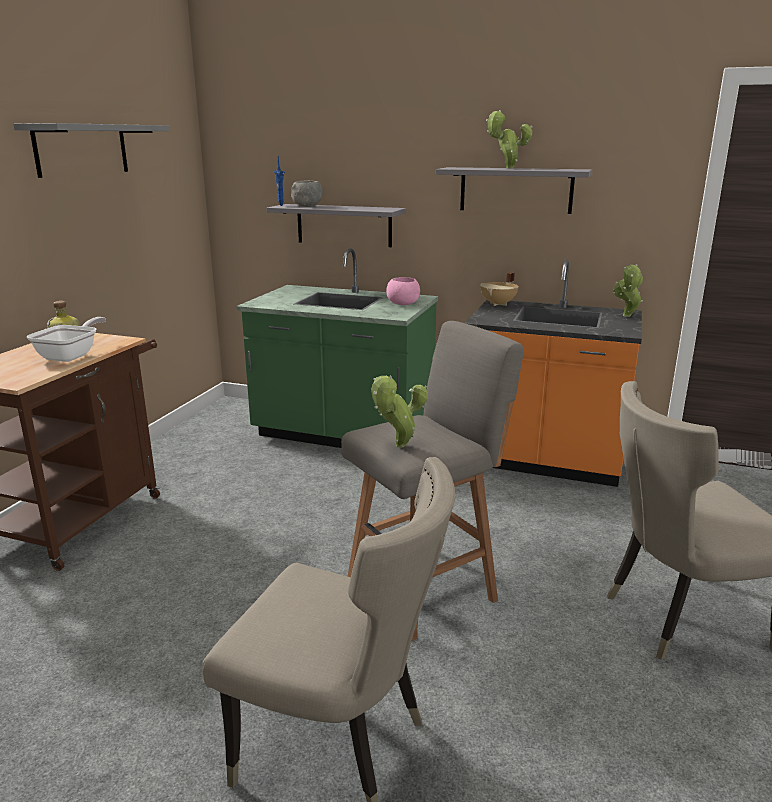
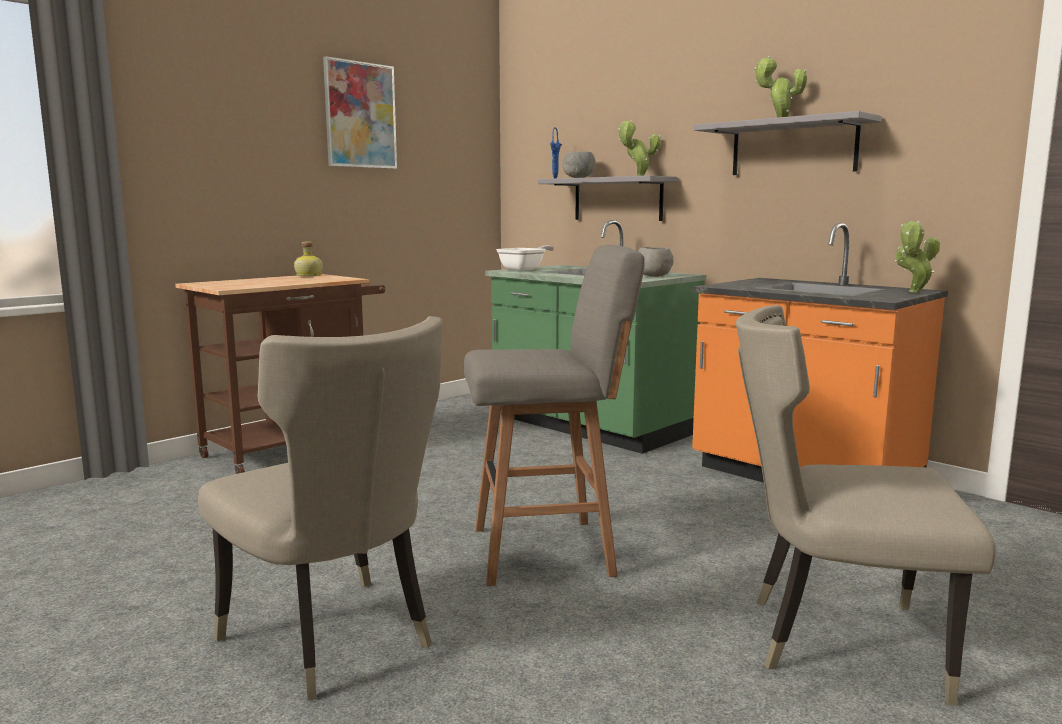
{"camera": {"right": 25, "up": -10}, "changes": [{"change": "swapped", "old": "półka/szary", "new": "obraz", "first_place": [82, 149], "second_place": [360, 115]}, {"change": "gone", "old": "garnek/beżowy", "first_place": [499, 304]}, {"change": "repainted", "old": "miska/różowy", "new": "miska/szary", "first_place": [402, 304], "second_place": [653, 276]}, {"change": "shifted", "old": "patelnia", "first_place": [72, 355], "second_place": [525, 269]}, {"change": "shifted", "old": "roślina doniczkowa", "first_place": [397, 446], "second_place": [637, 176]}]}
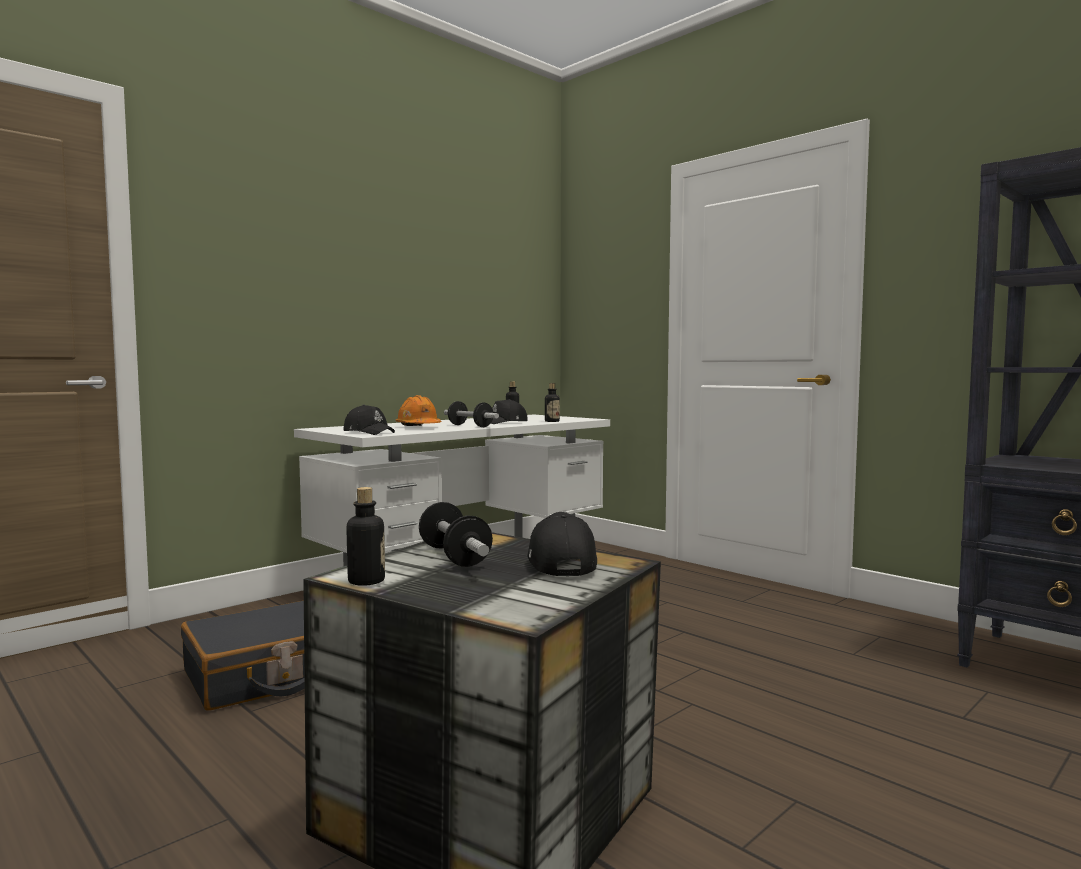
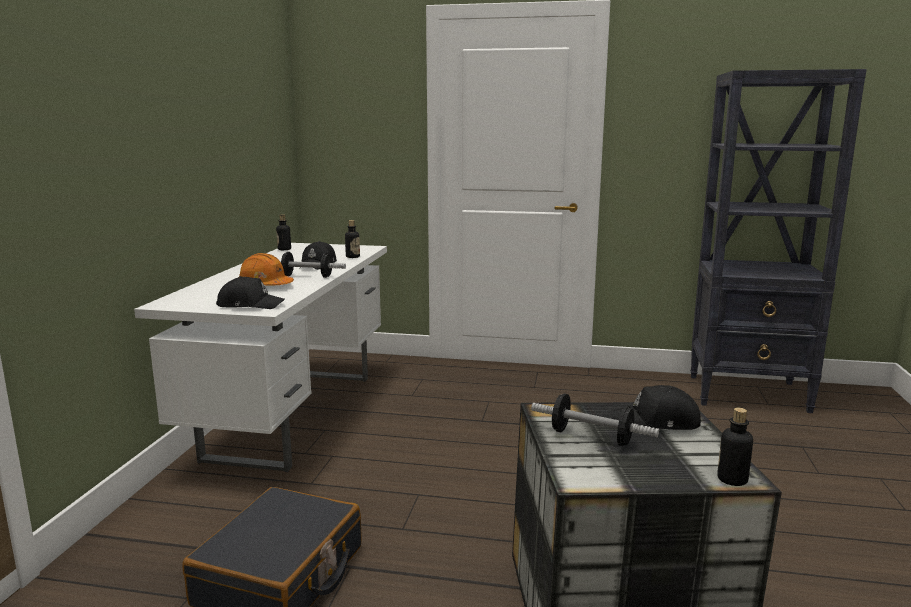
{"camera": {"right": -35, "up": 10}, "changes": [{"change": "shifted", "old": "butelka", "first_place": [366, 581], "second_place": [732, 479]}, {"change": "rotated", "old": "czapka z daszkiem/czarny", "first_place": [561, 562], "second_place": [657, 422], "degrees": -45}]}
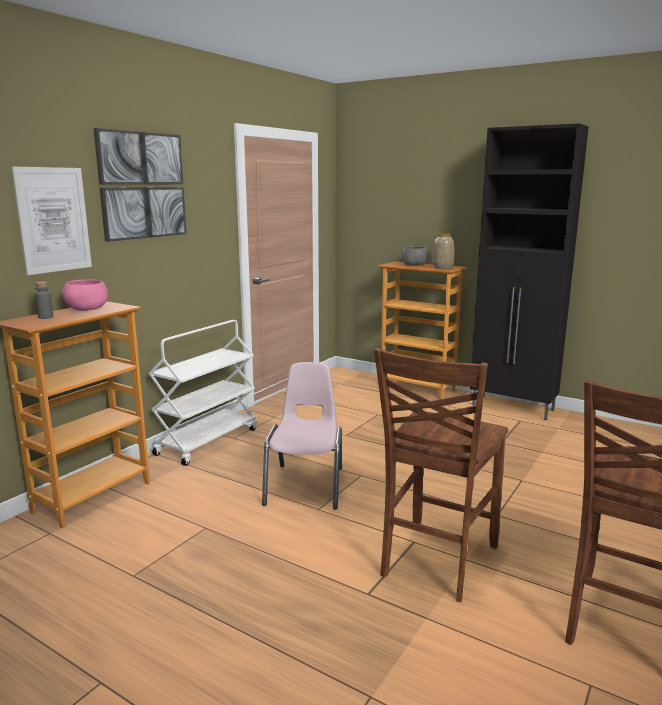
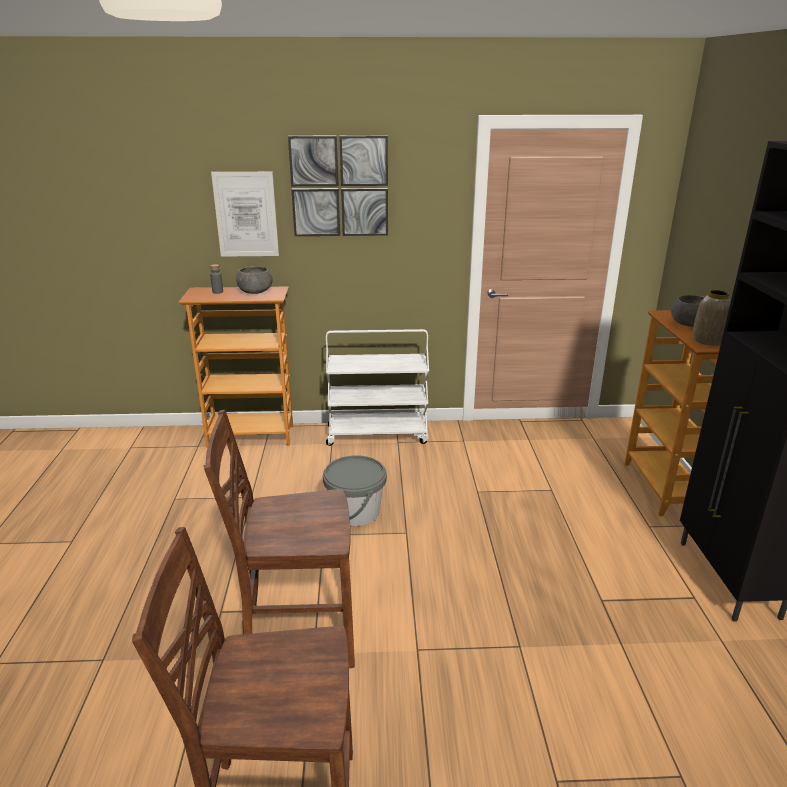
{"camera": {"right": 55, "up": 10}, "changes": [{"change": "repainted", "old": "miska/różowy", "new": "miska/szary", "first_place": [87, 309], "second_place": [255, 291]}, {"change": "swapped", "old": "krzesło/różowy", "new": "wiadro/szary", "first_place": [306, 486], "second_place": [355, 512]}]}
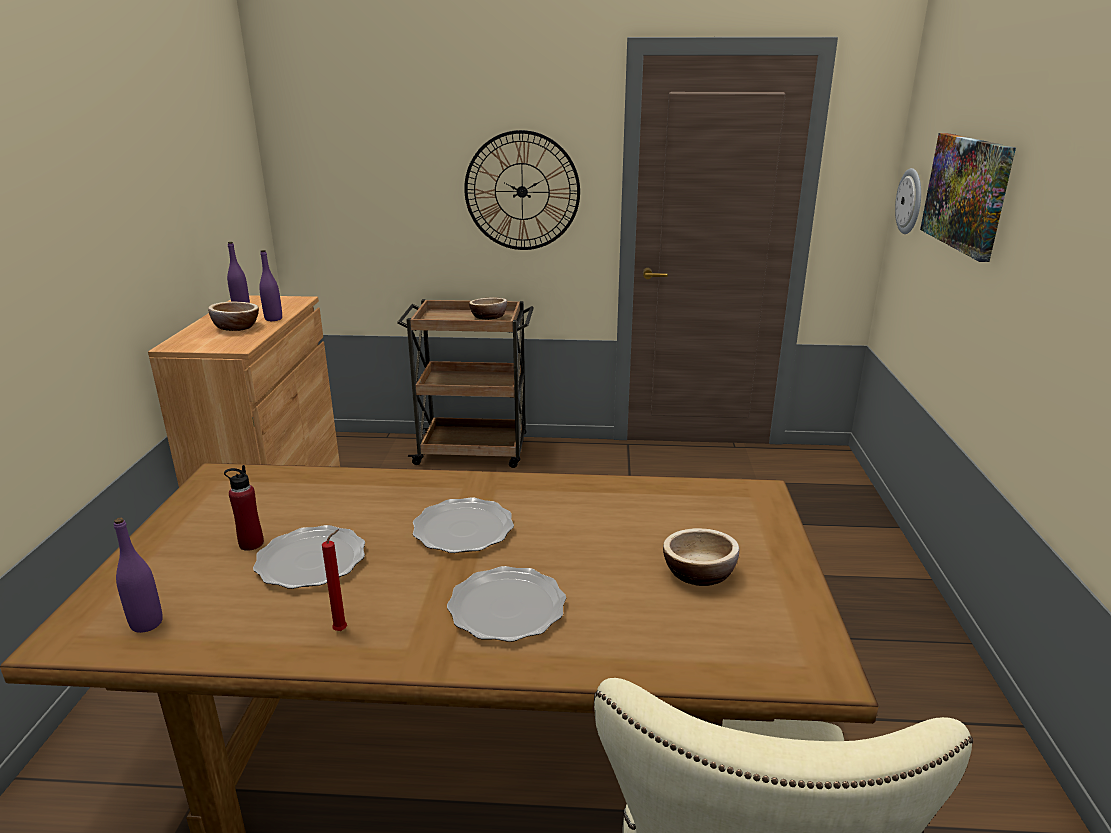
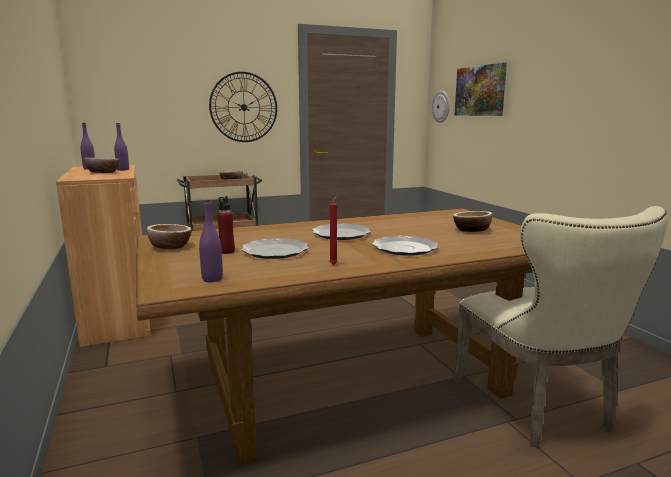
{"camera": {"right": -25, "up": -10}, "changes": [{"change": "new", "new": "miska", "second_place": [170, 246]}]}
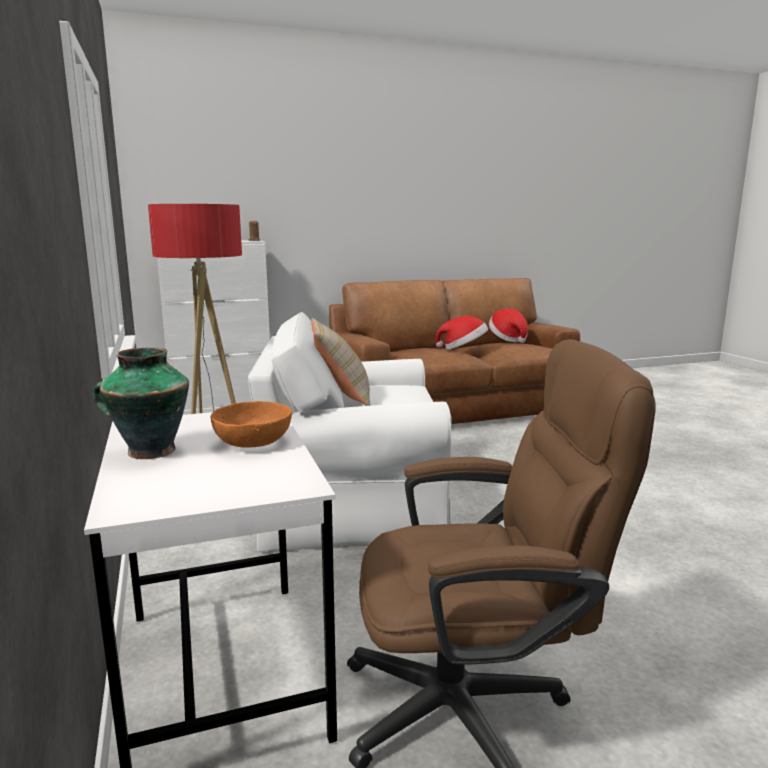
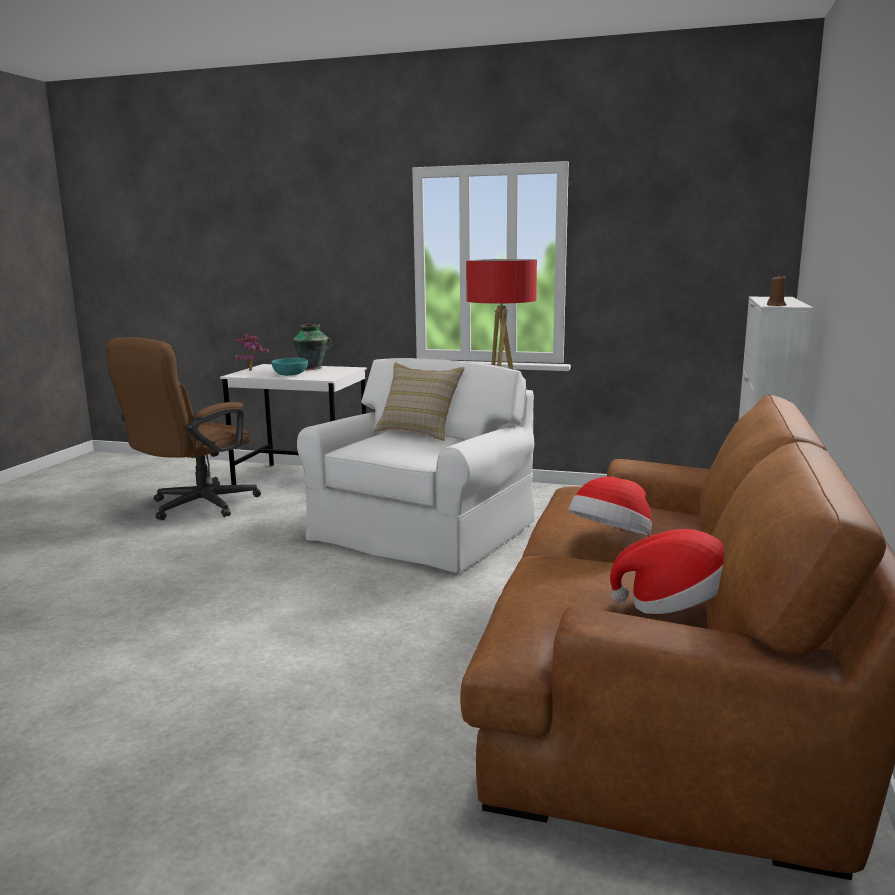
{"camera": {"right": 125, "up": 0}, "changes": [{"change": "repainted", "old": "miska/pomarańczowy", "new": "miska/turkusowy", "first_place": [254, 442], "second_place": [290, 375]}, {"change": "new", "new": "roślina doniczkowa", "second_place": [251, 370]}]}
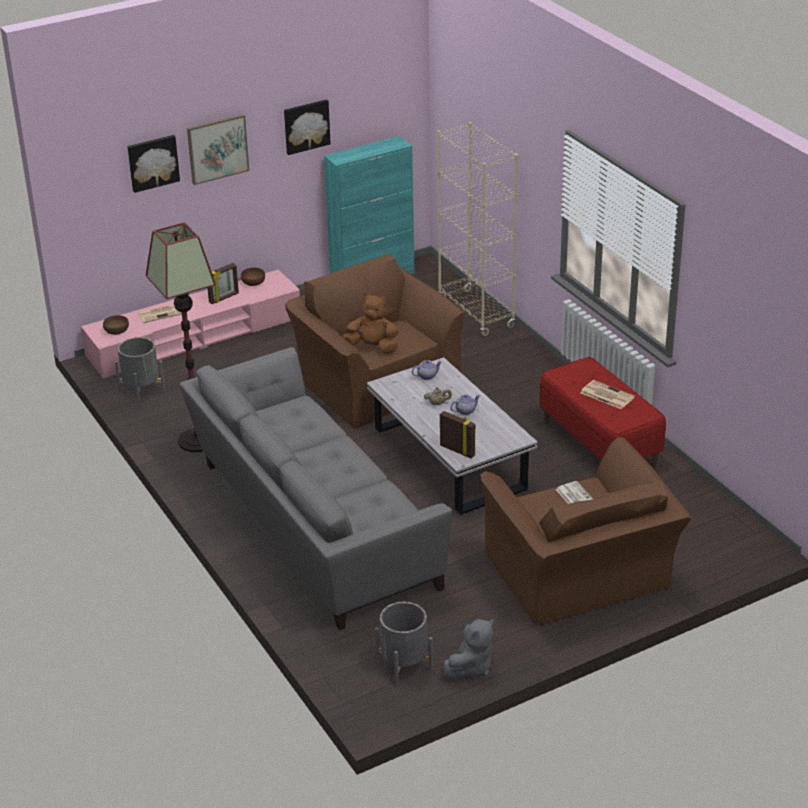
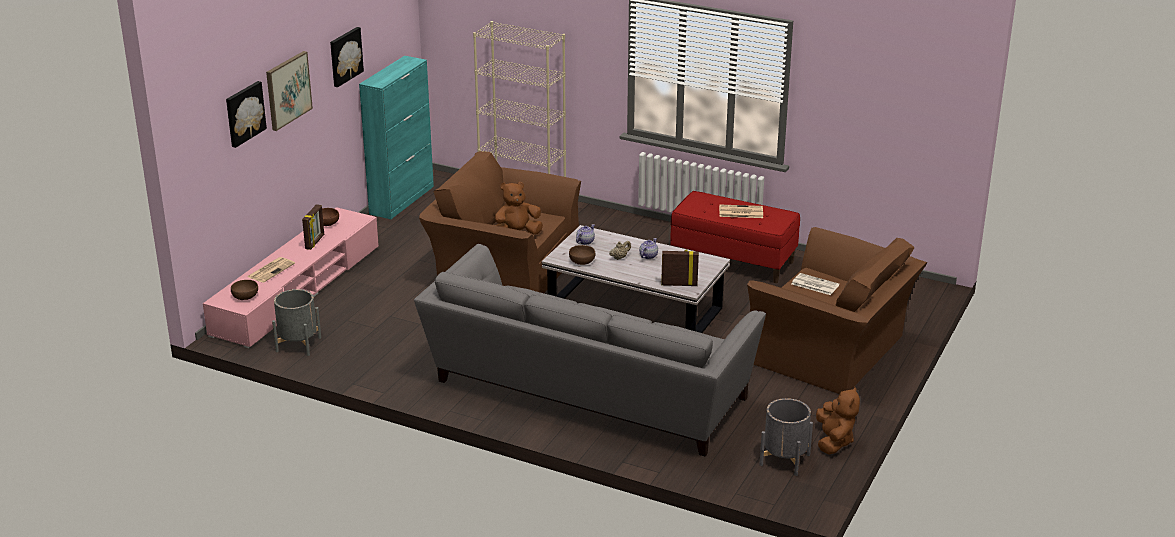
{"camera": {"right": -35, "up": -5}, "changes": [{"change": "gone", "old": "lampa stojąca", "first_place": [197, 440]}, {"change": "repainted", "old": "pluszak/szary", "new": "pluszak/brązowy", "first_place": [470, 667], "second_place": [834, 441]}, {"change": "new", "new": "miska/brązowy", "second_place": [582, 262]}]}
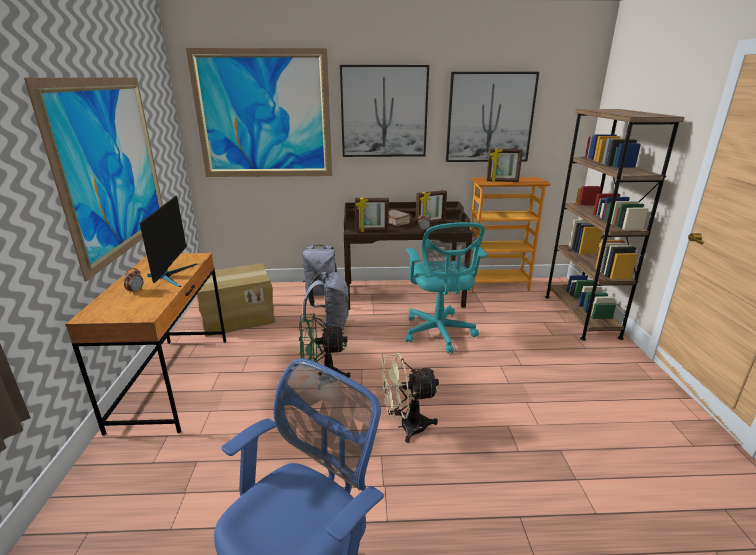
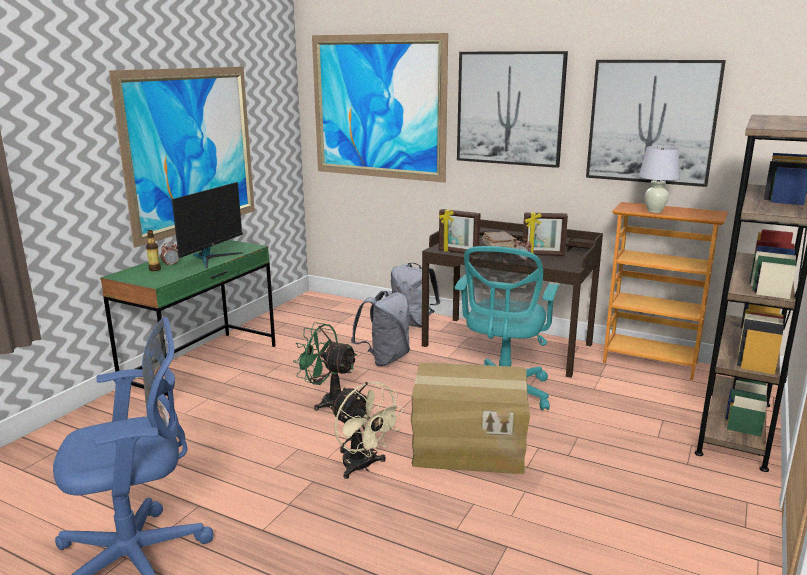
{"camera": {"right": 30, "up": -5}, "changes": [{"change": "swapped", "old": "ramka na zdjęcie", "new": "lampa stołowa/biały", "first_place": [502, 181], "second_place": [654, 211]}, {"change": "repainted", "old": "biurko/brązowy", "new": "biurko/zielony", "first_place": [174, 381], "second_place": [202, 367]}, {"change": "shifted", "old": "karton", "first_place": [238, 318], "second_place": [469, 447]}, {"change": "rotated", "old": "wentylator/beżowy", "first_place": [406, 426], "second_place": [362, 467], "degrees": -150}, {"change": "new", "new": "butelka", "second_place": [155, 269]}]}
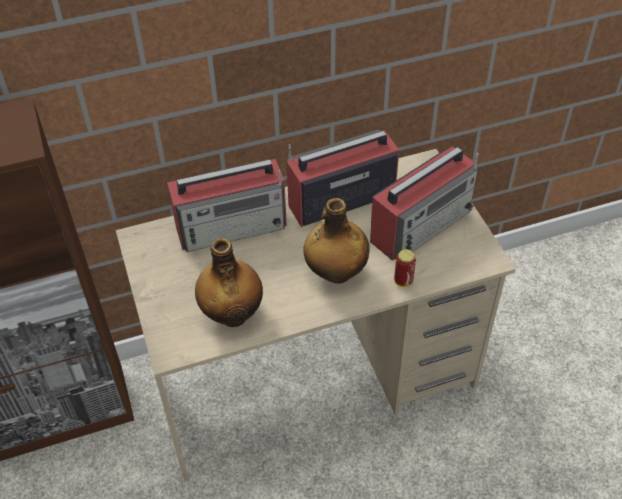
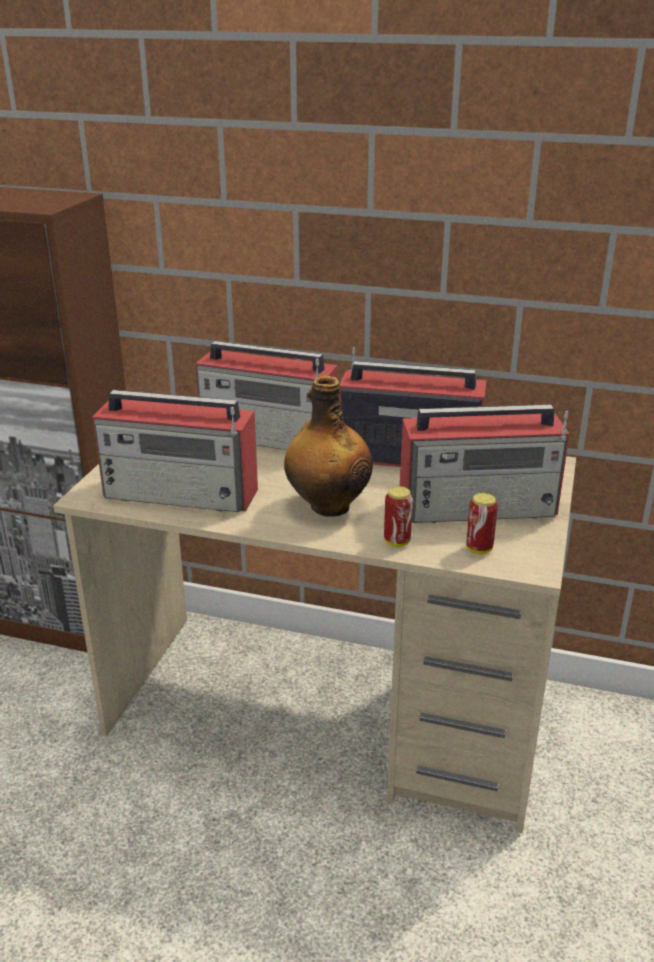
{"camera": {"right": 35, "up": -20}, "changes": [{"change": "swapped", "old": "butelka", "new": "radio", "first_place": [232, 313], "second_place": [182, 494]}, {"change": "new", "new": "puszka", "second_place": [479, 549]}]}
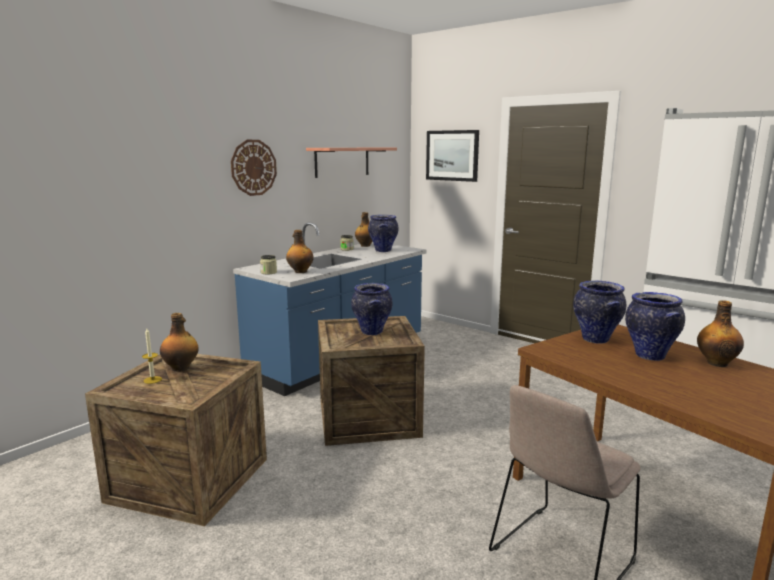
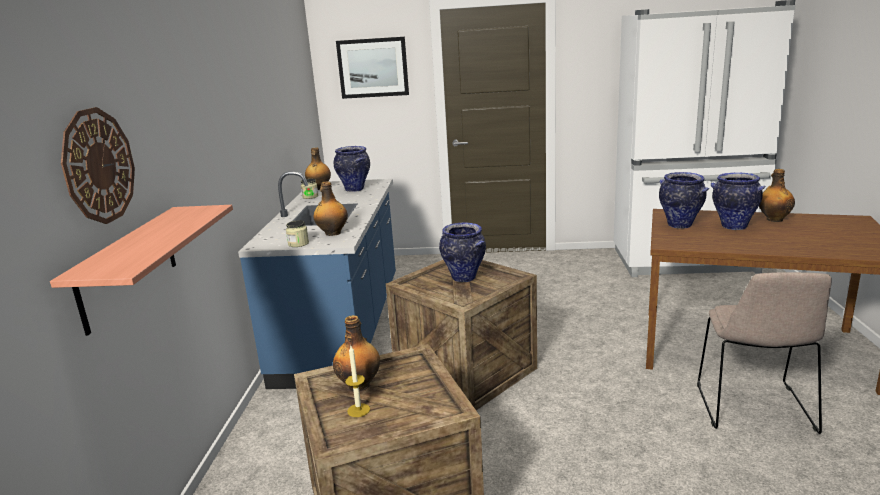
{"camera": {"right": -35, "up": 5}, "changes": [{"change": "shifted", "old": "zegar ścienny", "first_place": [253, 167], "second_place": [98, 166]}, {"change": "shifted", "old": "półka", "first_place": [342, 162], "second_place": [128, 267]}]}
